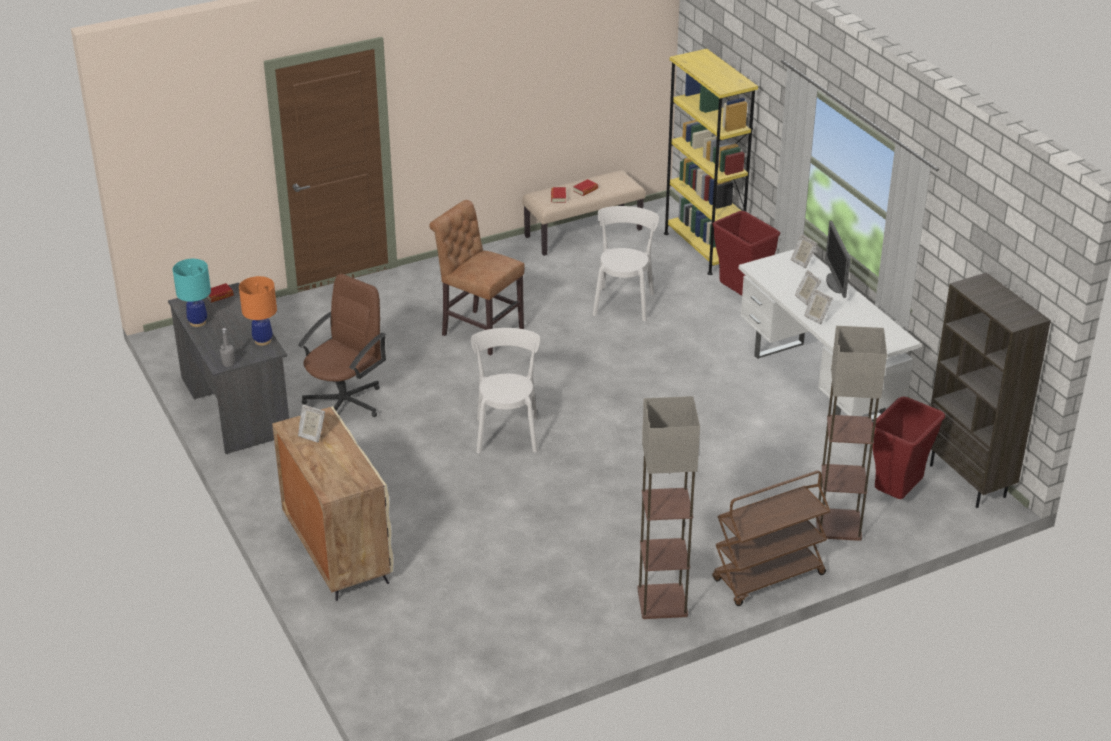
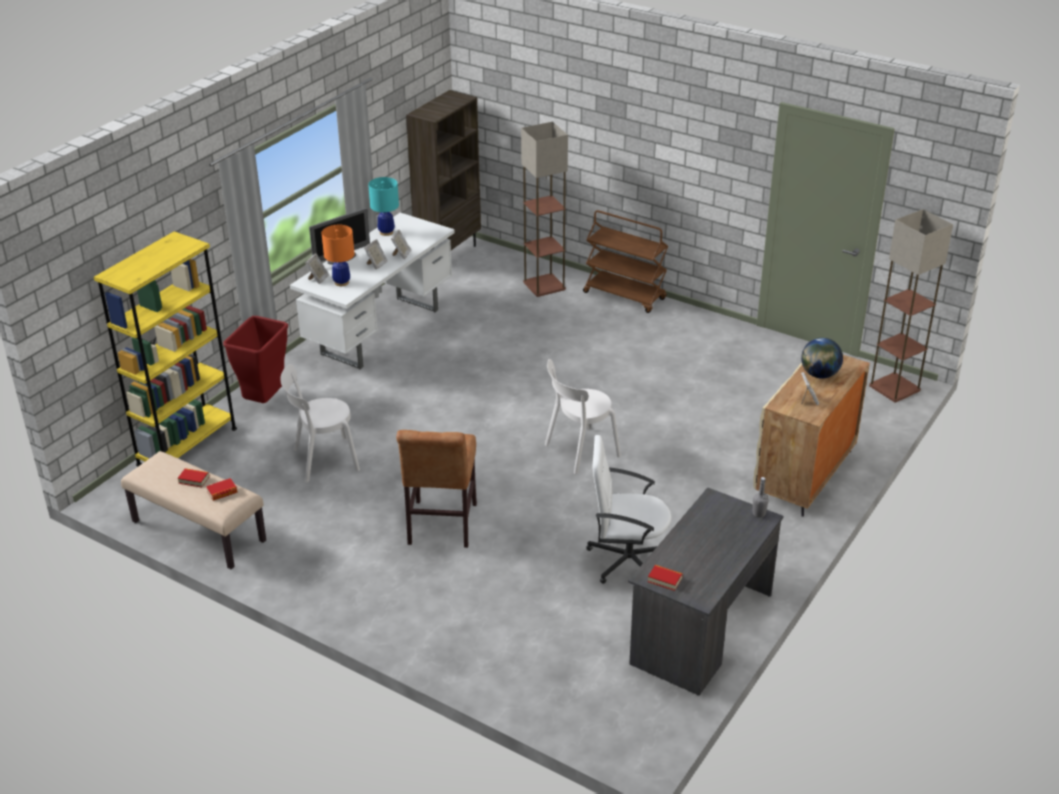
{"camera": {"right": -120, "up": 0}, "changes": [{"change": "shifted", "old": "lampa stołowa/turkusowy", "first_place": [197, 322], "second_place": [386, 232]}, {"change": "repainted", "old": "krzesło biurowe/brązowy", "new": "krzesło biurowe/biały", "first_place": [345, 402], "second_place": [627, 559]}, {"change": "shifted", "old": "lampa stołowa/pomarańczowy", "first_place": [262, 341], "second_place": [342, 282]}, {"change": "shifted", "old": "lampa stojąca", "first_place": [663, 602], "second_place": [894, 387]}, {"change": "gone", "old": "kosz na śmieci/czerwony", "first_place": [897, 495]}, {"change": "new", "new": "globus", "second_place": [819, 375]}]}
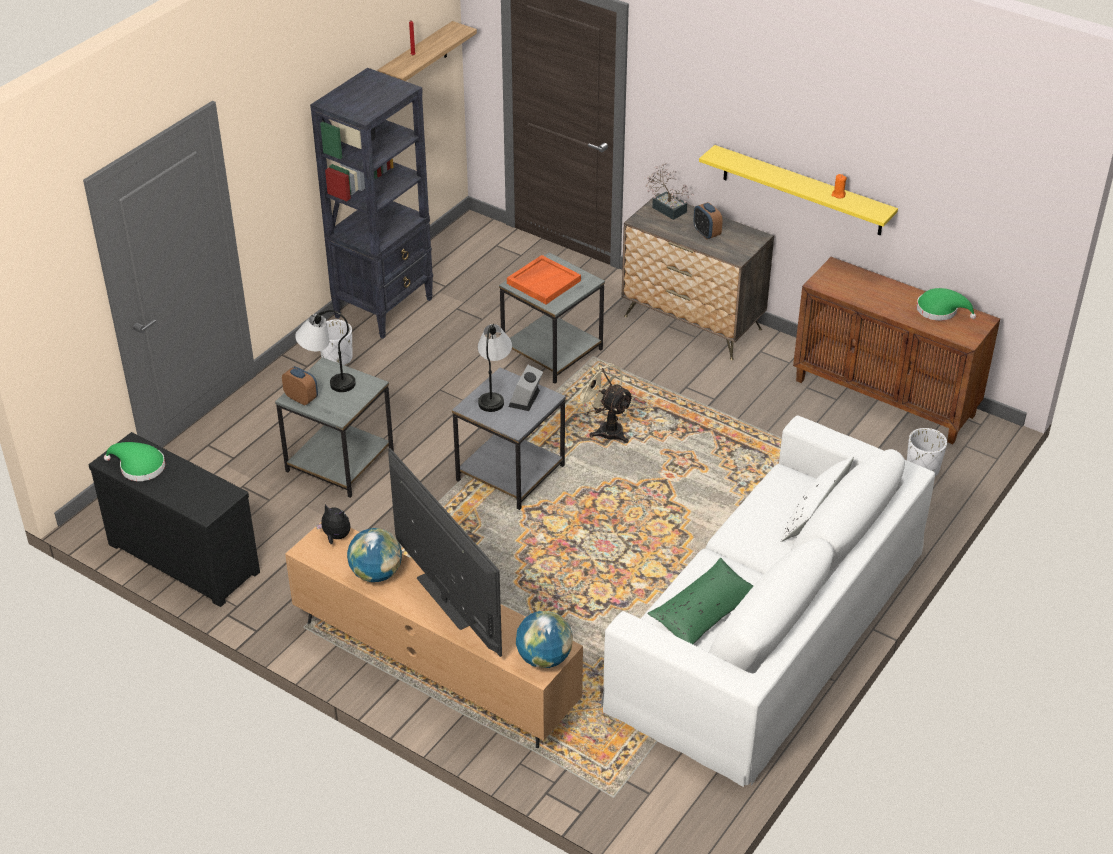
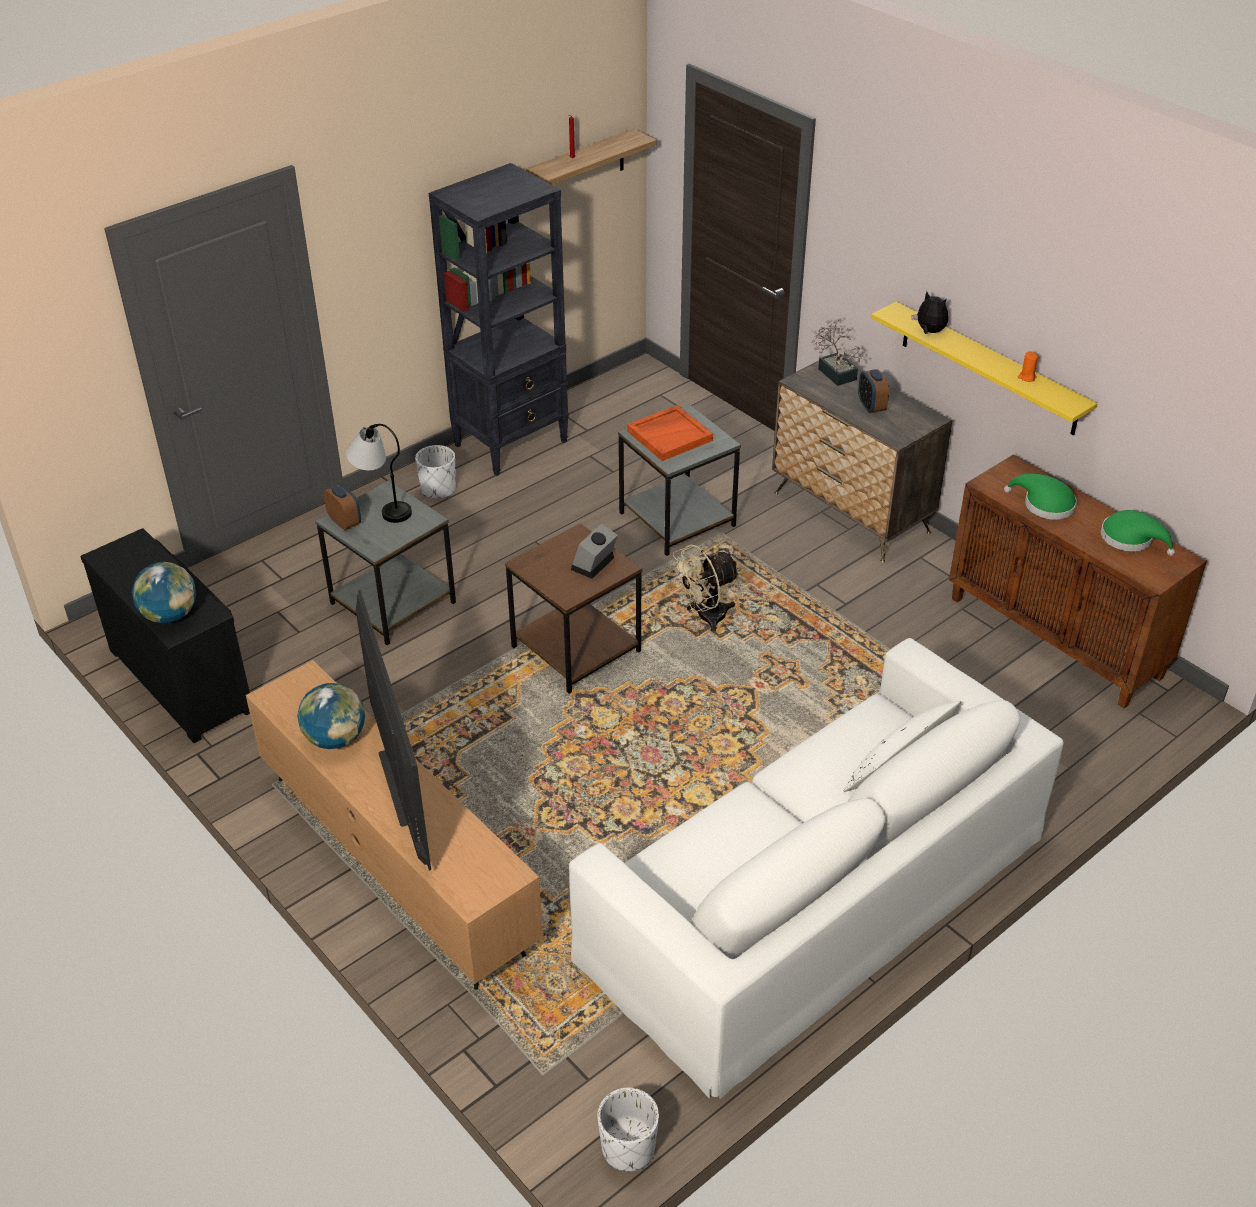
{"camera": {"right": 15, "up": 0}, "changes": [{"change": "gone", "old": "lampa stołowa", "first_place": [494, 392]}, {"change": "rotated", "old": "wentylator/beżowy", "first_place": [605, 429], "second_place": [704, 618], "degrees": -90}, {"change": "repainted", "old": "stolik/szary", "new": "stolik/brązowy", "first_place": [510, 472], "second_place": [576, 648]}, {"change": "shifted", "old": "donica/biały", "first_place": [922, 469], "second_place": [628, 1148]}, {"change": "shifted", "old": "kapelusz/zielony", "first_place": [139, 467], "second_place": [1044, 504]}, {"change": "shifted", "old": "pluszak", "first_place": [335, 537], "second_place": [929, 332]}, {"change": "gone", "old": "poduszka/zielony", "first_place": [704, 612]}, {"change": "shifted", "old": "globus", "first_place": [544, 658], "second_place": [170, 615]}]}
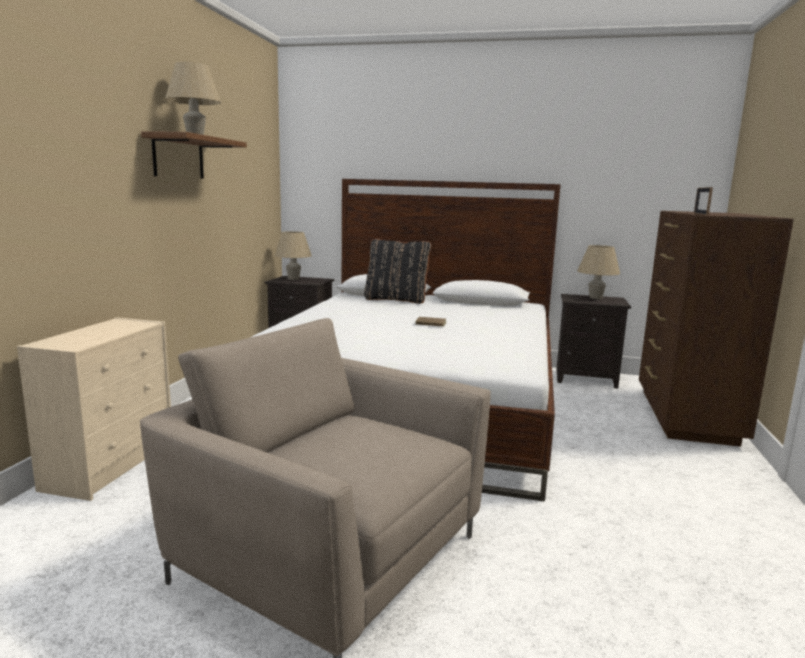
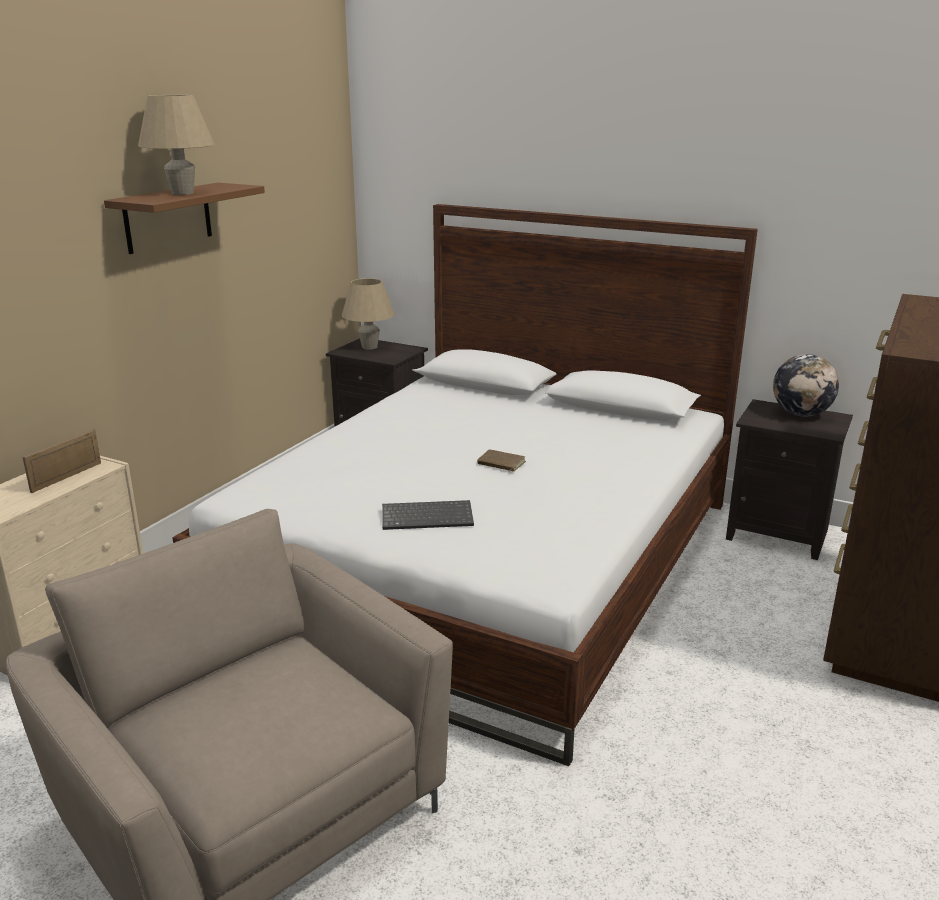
{"camera": {"right": 15, "up": 10}, "changes": [{"change": "shifted", "old": "ramka na zdjęcie", "first_place": [701, 214], "second_place": [66, 477]}, {"change": "gone", "old": "poduszka/czarny", "first_place": [396, 300]}, {"change": "swapped", "old": "lampa stołowa/beżowy", "new": "globus", "first_place": [595, 298], "second_place": [801, 414]}, {"change": "new", "new": "klawiatura", "second_place": [428, 517]}]}
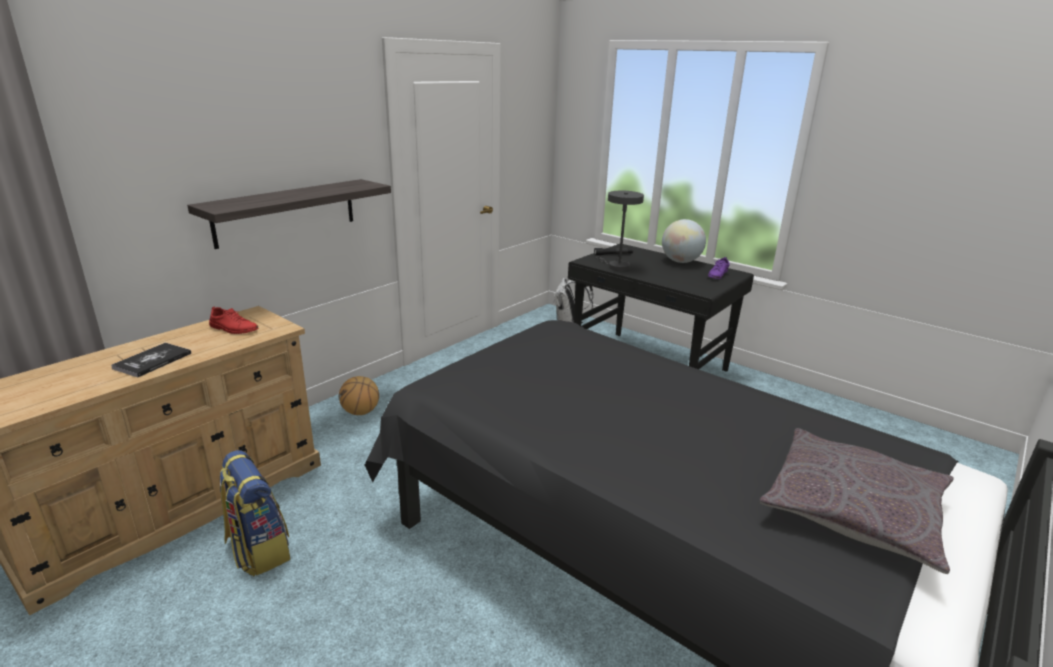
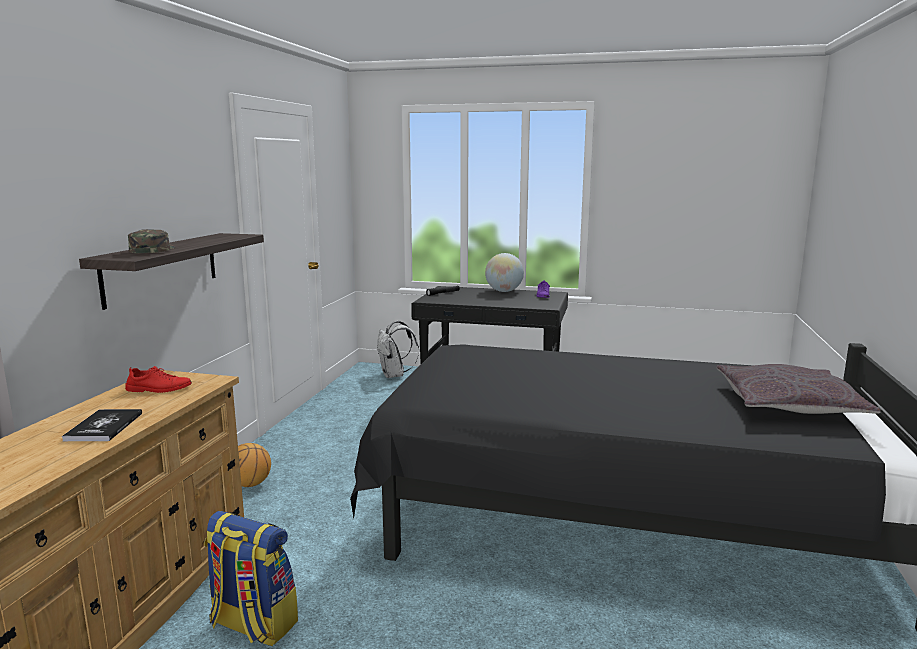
{"camera": {"right": -25, "up": -10}, "changes": [{"change": "gone", "old": "lampa stołowa/szary", "first_place": [616, 266]}, {"change": "new", "new": "czapka z daszkiem/zielony", "second_place": [152, 250]}]}
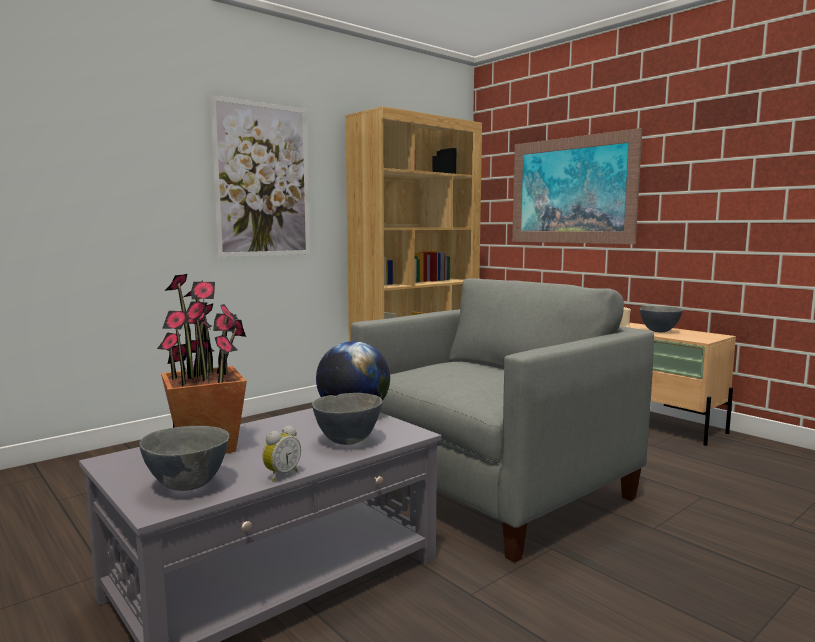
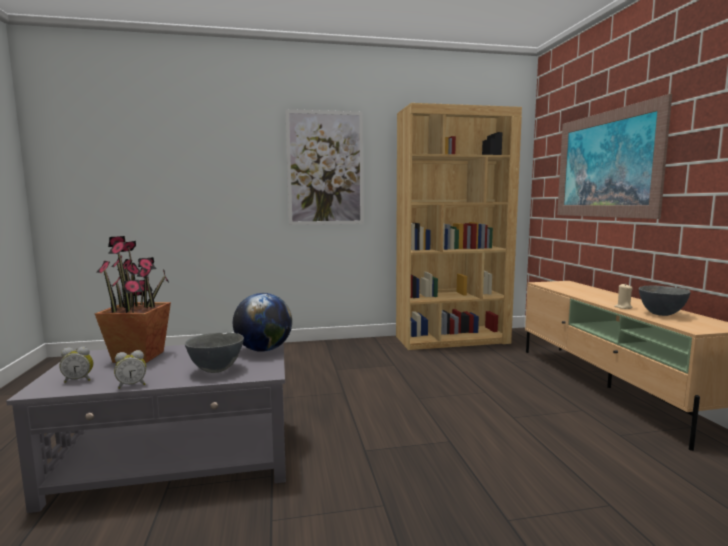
{"camera": {"right": 30, "up": 0}, "changes": [{"change": "gone", "old": "fotel/szary", "first_place": [491, 488]}, {"change": "swapped", "old": "miska/szary", "new": "budzik", "first_place": [188, 486], "second_place": [79, 380]}]}
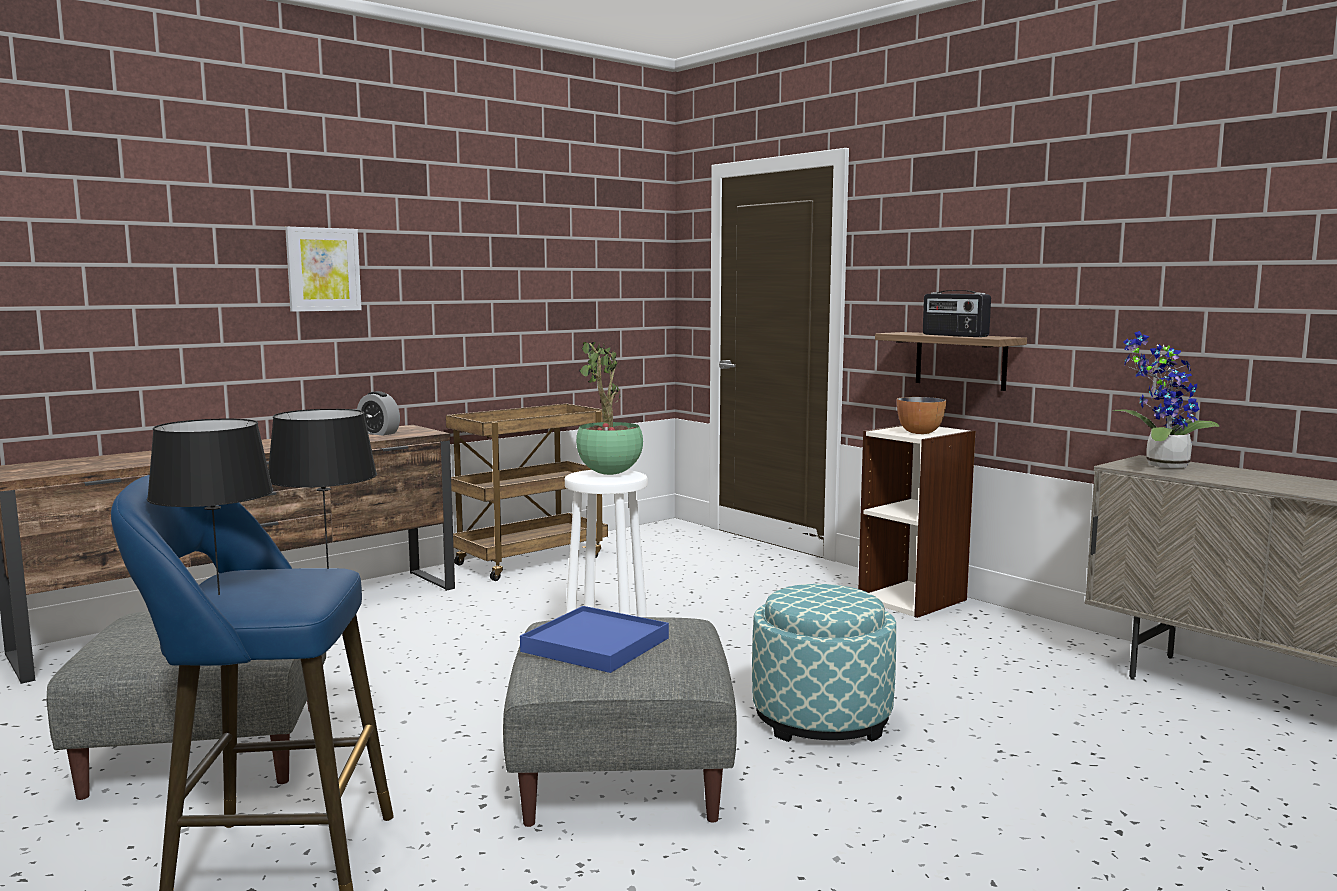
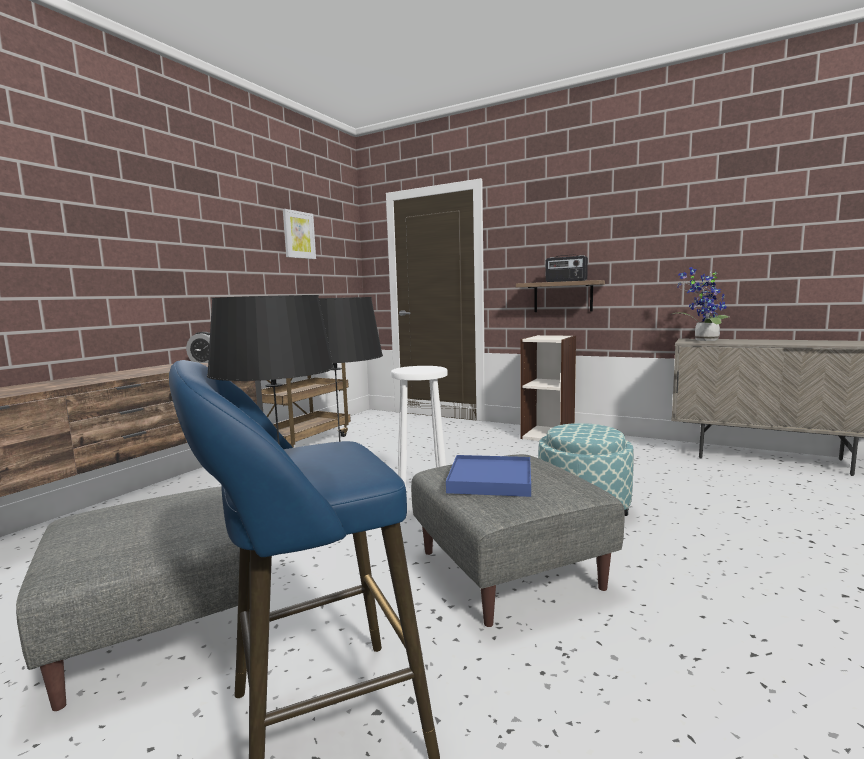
{"camera": {"right": -20, "up": 0}, "changes": [{"change": "shifted", "old": "obraz", "first_place": [323, 269], "second_place": [298, 235]}, {"change": "gone", "old": "roślina doniczkowa", "first_place": [609, 474]}, {"change": "gone", "old": "miska", "first_place": [919, 432]}]}
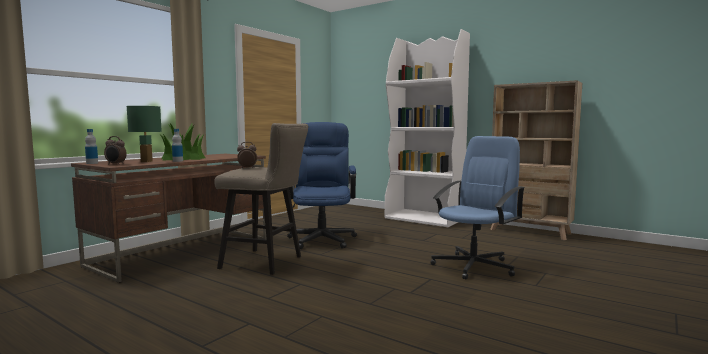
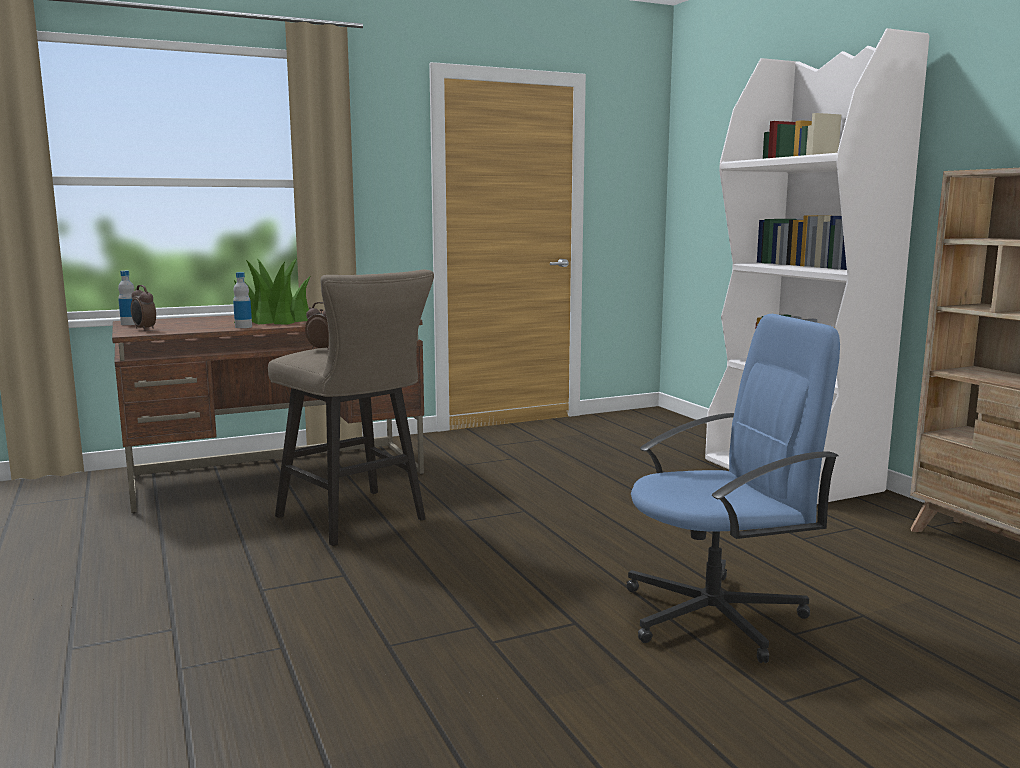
{"camera": {"right": 30, "up": 5}, "changes": [{"change": "gone", "old": "lampa stołowa/zielony", "first_place": [146, 161]}, {"change": "gone", "old": "krzesło biurowe/niebieski", "first_place": [322, 238]}]}
